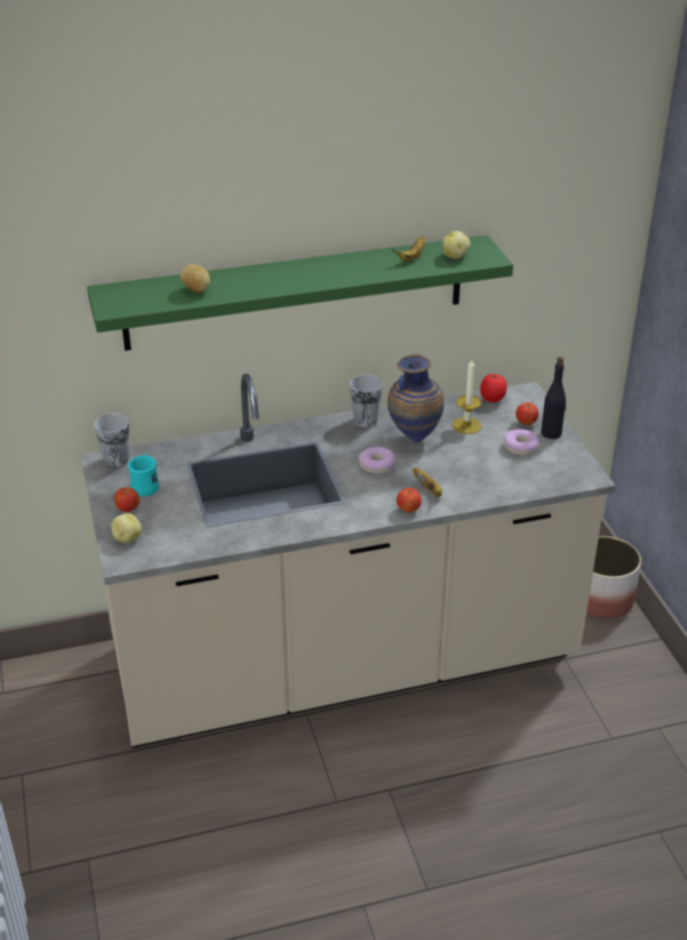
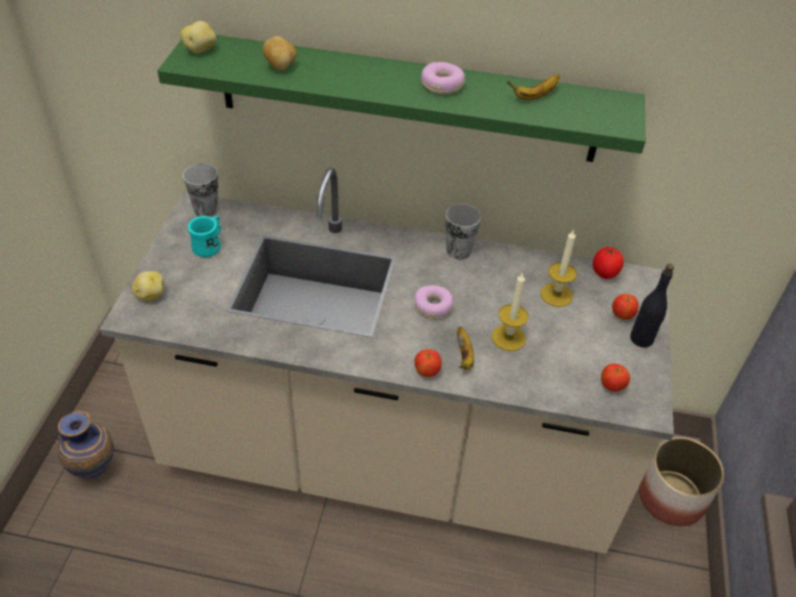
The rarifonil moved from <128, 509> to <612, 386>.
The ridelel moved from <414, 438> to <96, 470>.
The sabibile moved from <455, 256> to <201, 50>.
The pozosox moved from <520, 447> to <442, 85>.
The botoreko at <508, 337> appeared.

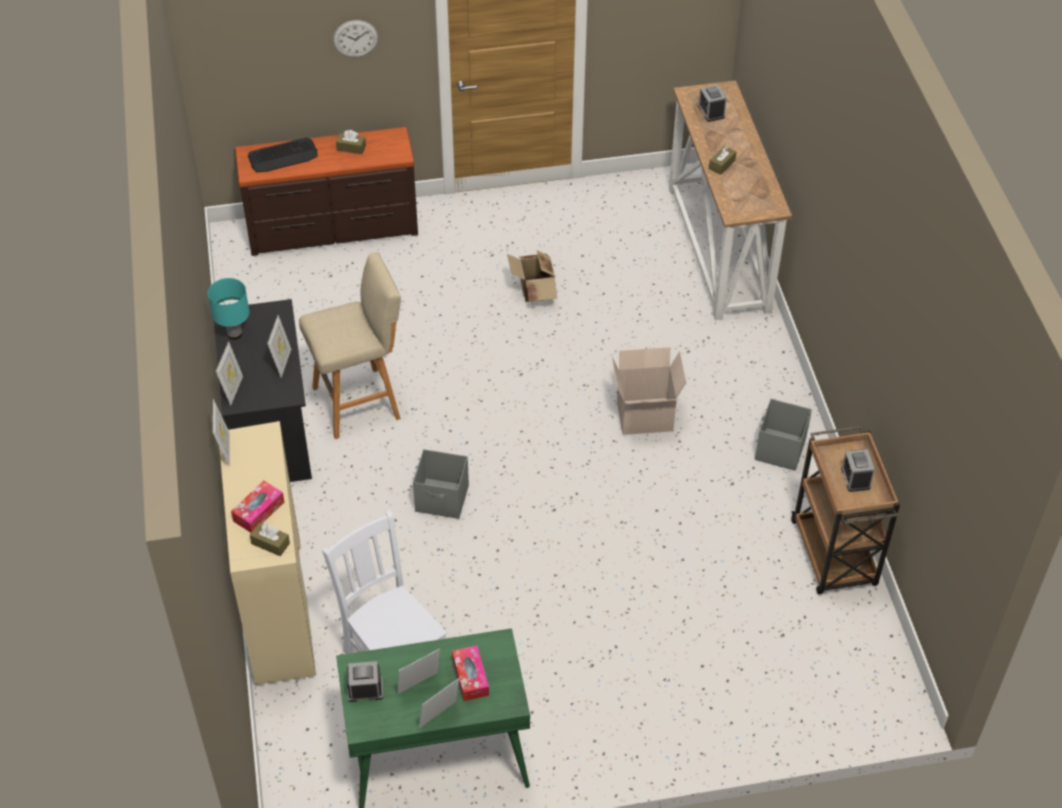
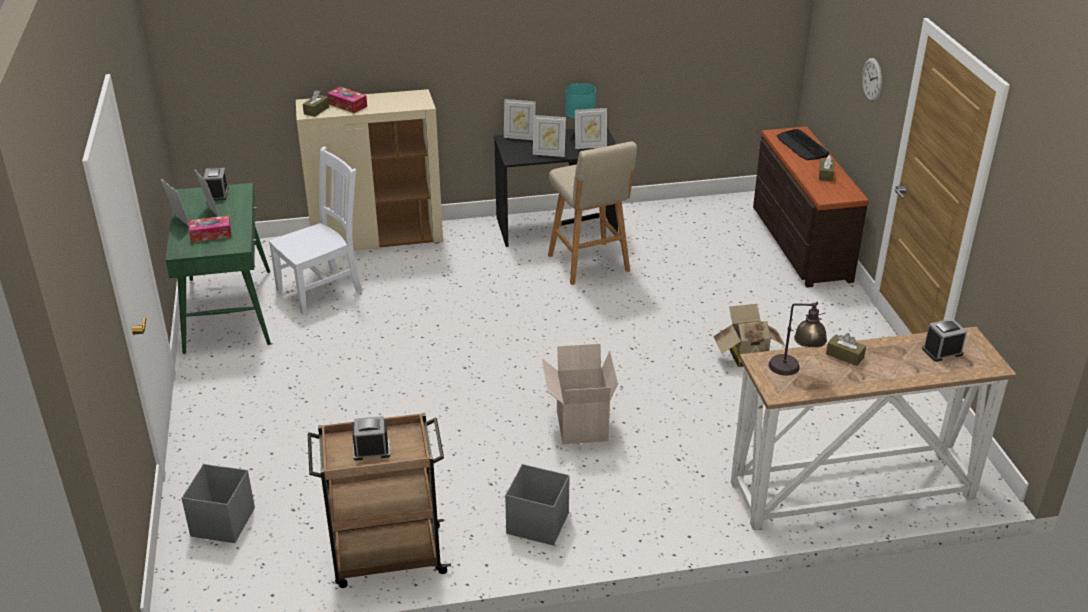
The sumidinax moved from <225, 450> to <590, 146>.
The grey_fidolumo moved from <442, 499> to <222, 523>.
The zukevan at <794, 371> appeared.

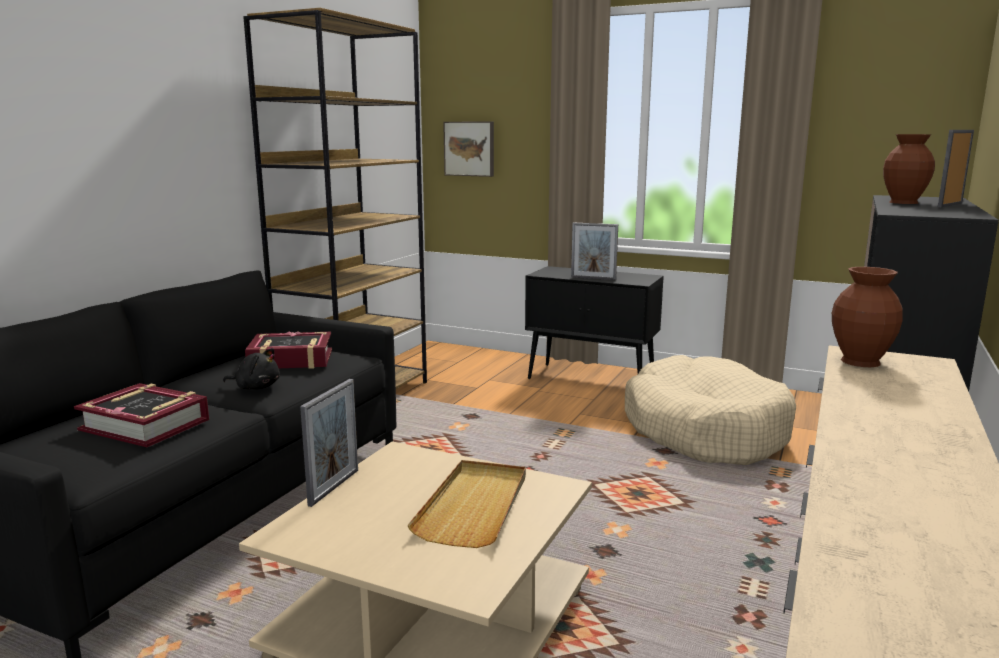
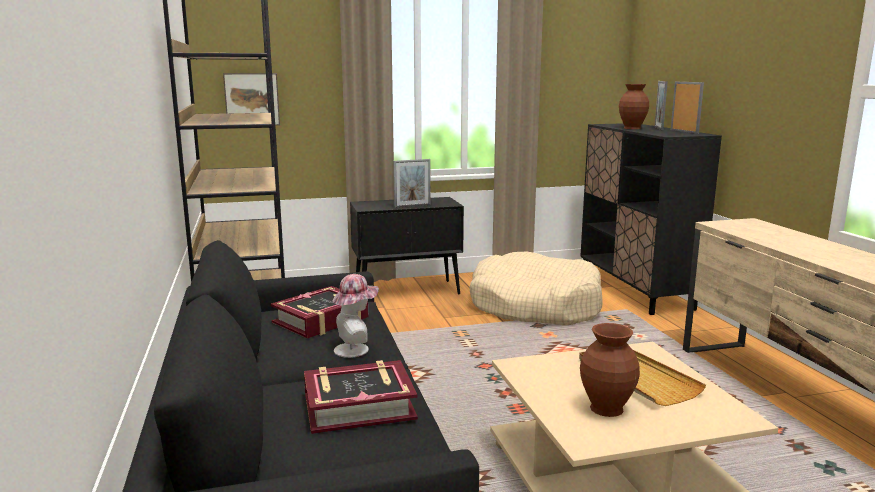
The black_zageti at <256, 387> was replaced by the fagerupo at <356, 349>.
The sumidinax moved from <334, 487> to <684, 131>.
The brown_ridelel moved from <859, 361> to <605, 408>.

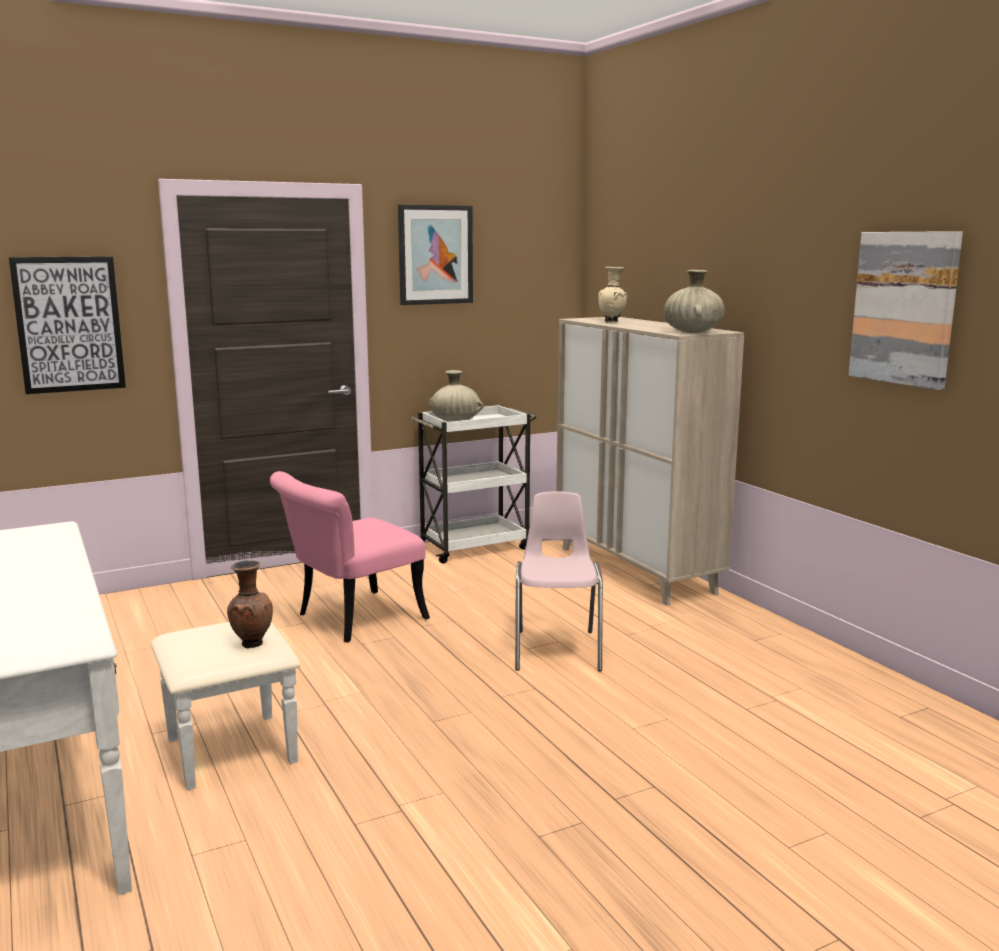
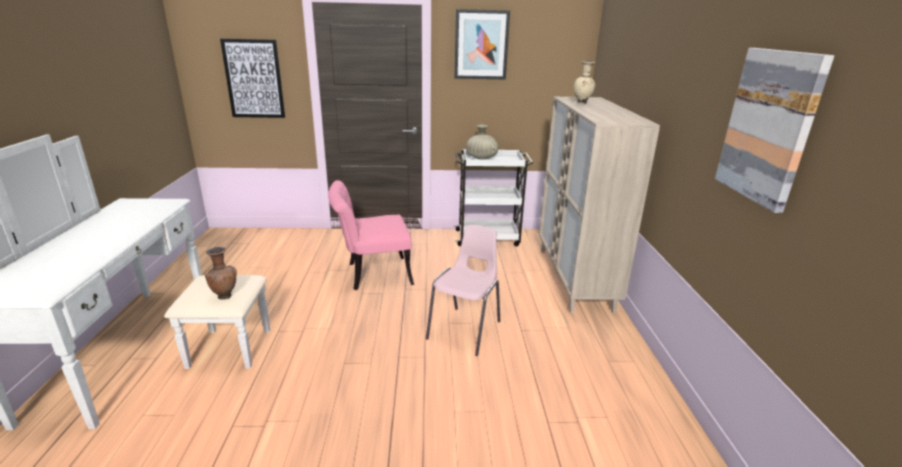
The beige_ridelel at <693, 332> disappeared.

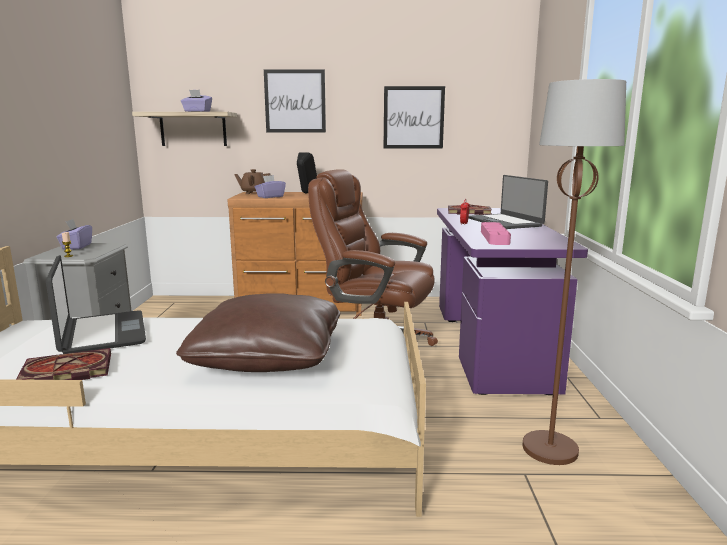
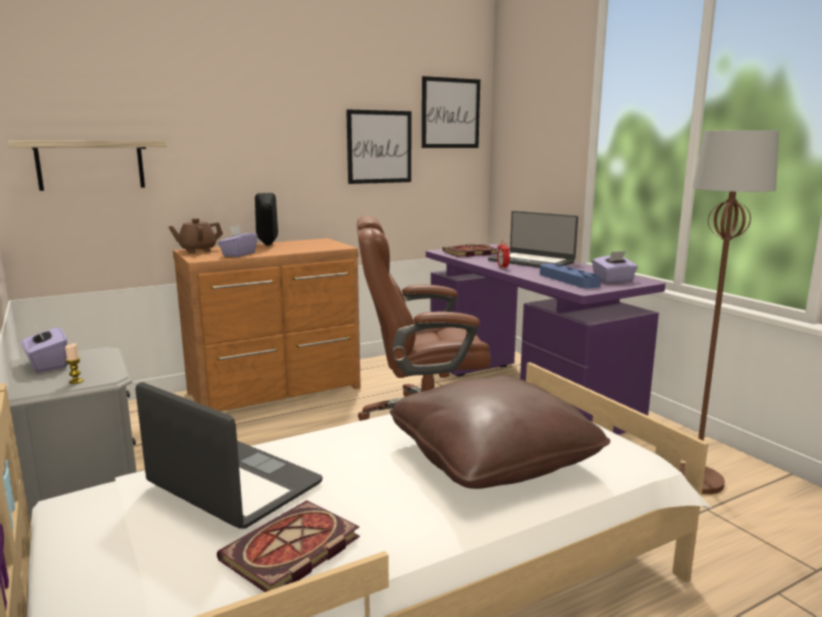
The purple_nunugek moved from <197, 111> to <613, 280>.
The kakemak moved from <295, 101> to <450, 113>.
The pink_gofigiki at <494, 237> became the blue_gofigiki at <568, 280>.

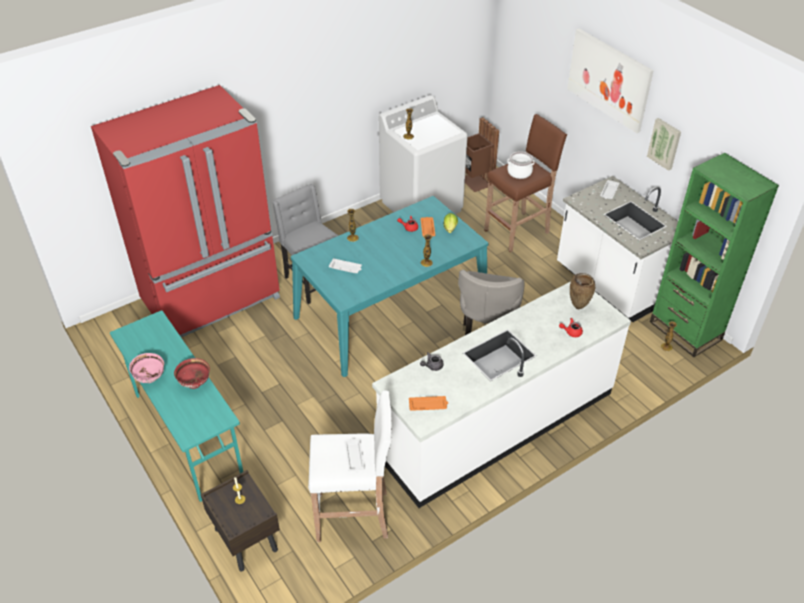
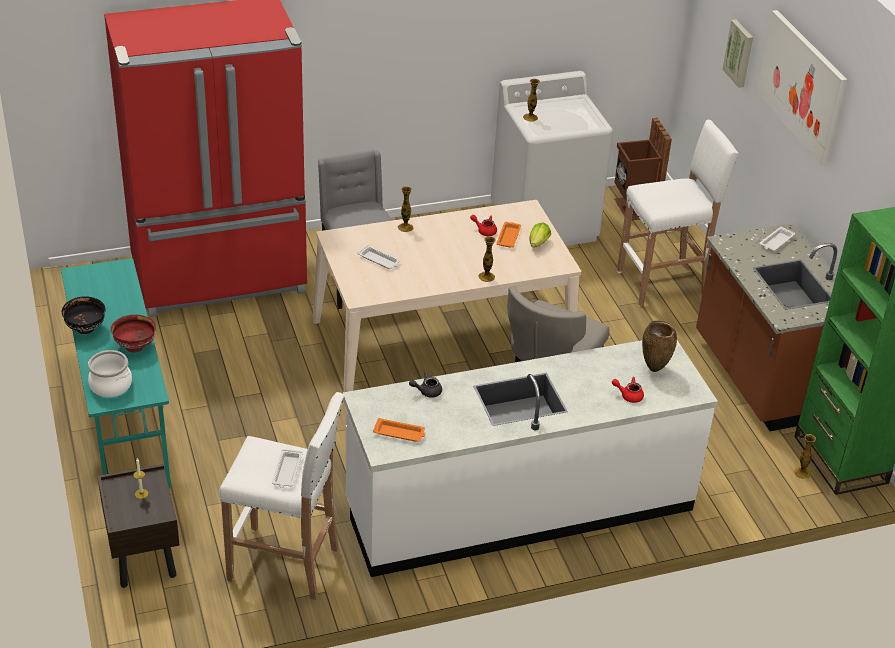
The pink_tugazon at <150, 378> became the black_tugazon at <86, 329>.
The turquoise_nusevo at <391, 311> became the beige_nusevo at <442, 341>.
The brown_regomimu at <518, 231> became the white_regomimu at <663, 282>.
The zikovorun moved from <519, 173> to <110, 386>.
The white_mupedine at <610, 285> became the brown_mupedine at <761, 378>.
The kakemak moved from <665, 143> to <740, 53>.

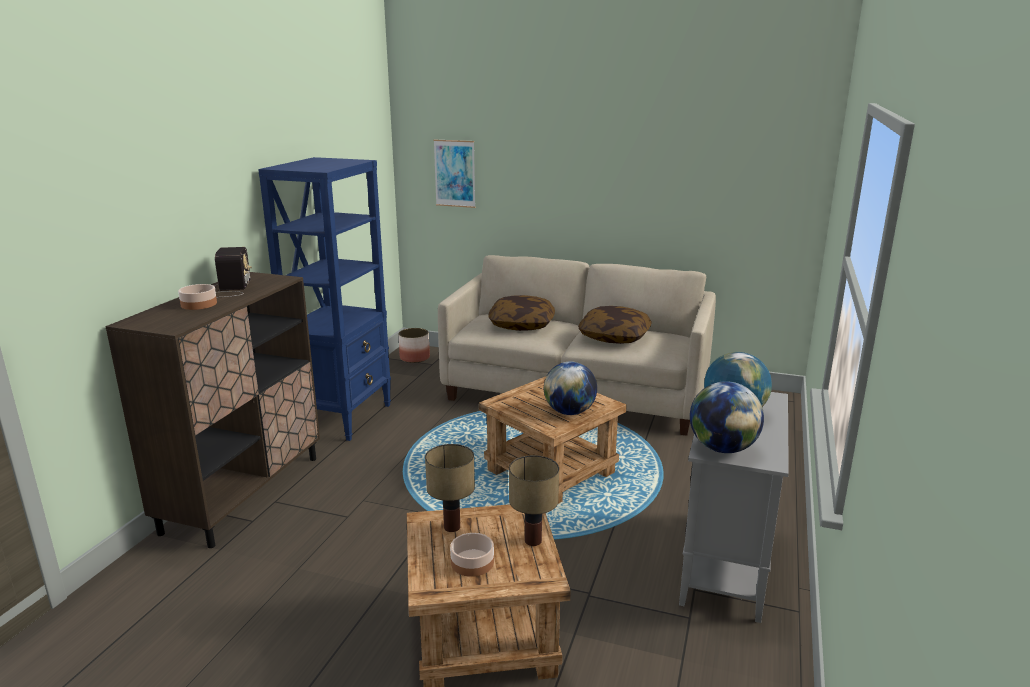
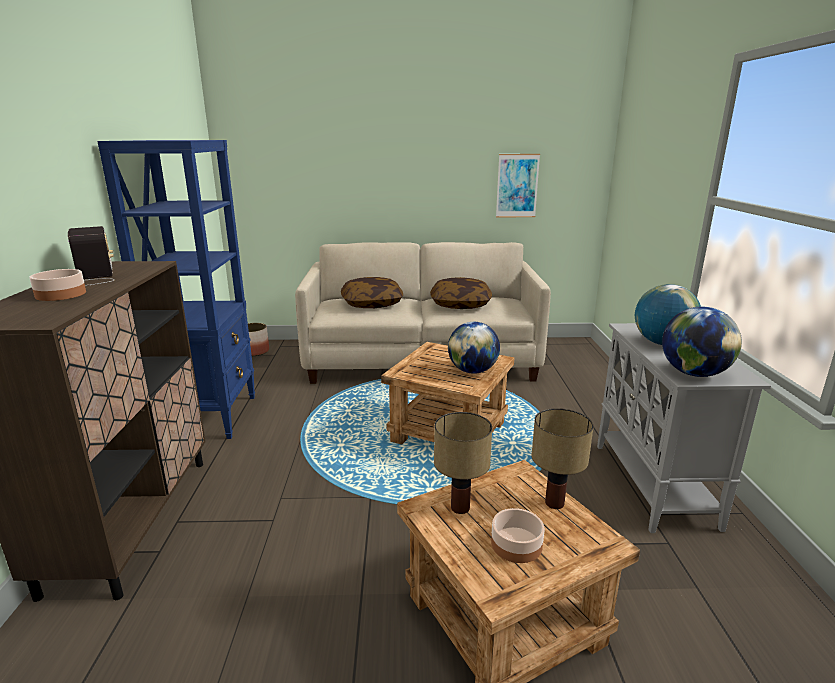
The kakemak moved from <455, 173> to <517, 186>.

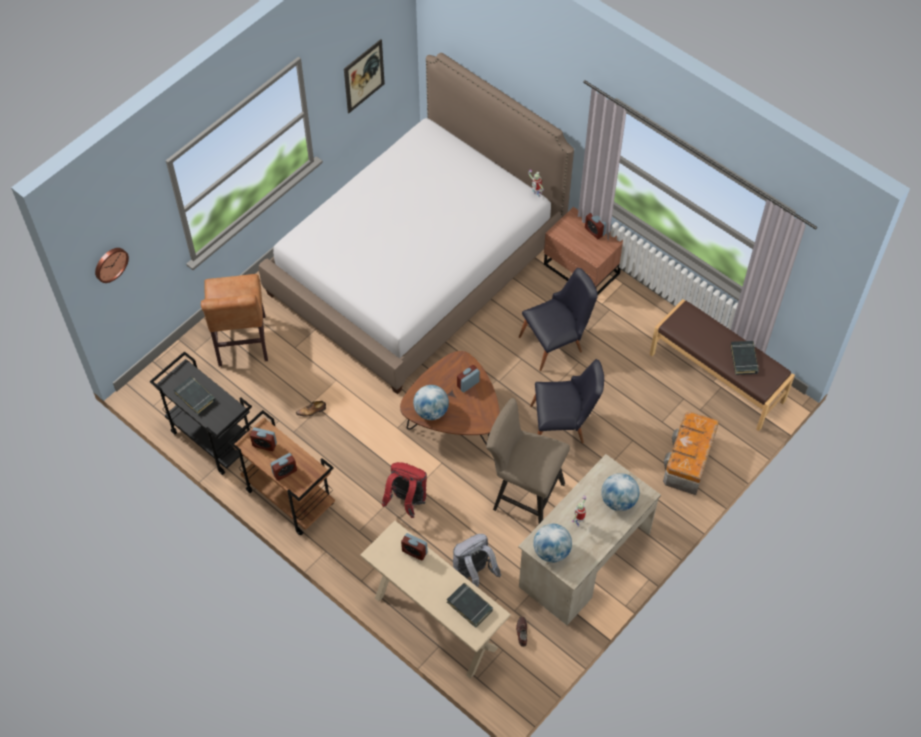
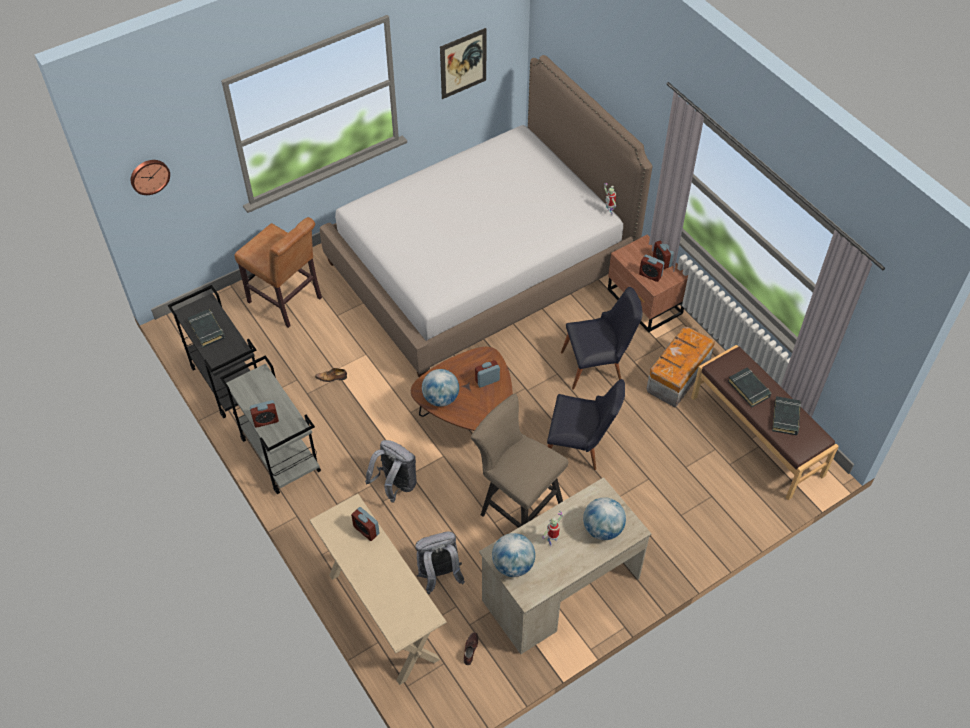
The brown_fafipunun at <241, 344> turned 60 degrees counterclockwise.
The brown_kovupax at <288, 497> became the grey_kovupax at <279, 454>.
The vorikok moved from <264, 444> to <650, 275>.
The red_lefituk at <406, 501> became the grey_lefituk at <395, 485>.
The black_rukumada moved from <470, 606> to <749, 389>.
The fidolumo moved from <688, 461> to <677, 377>.

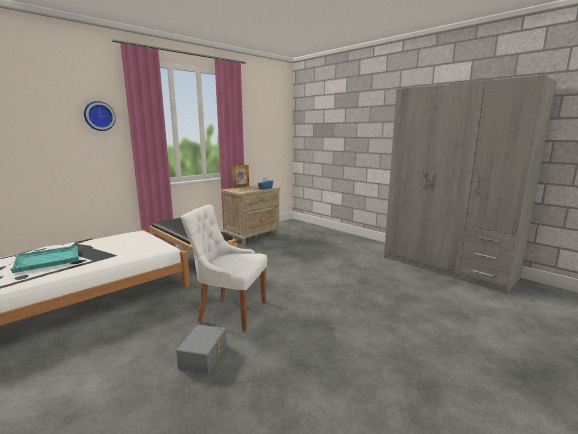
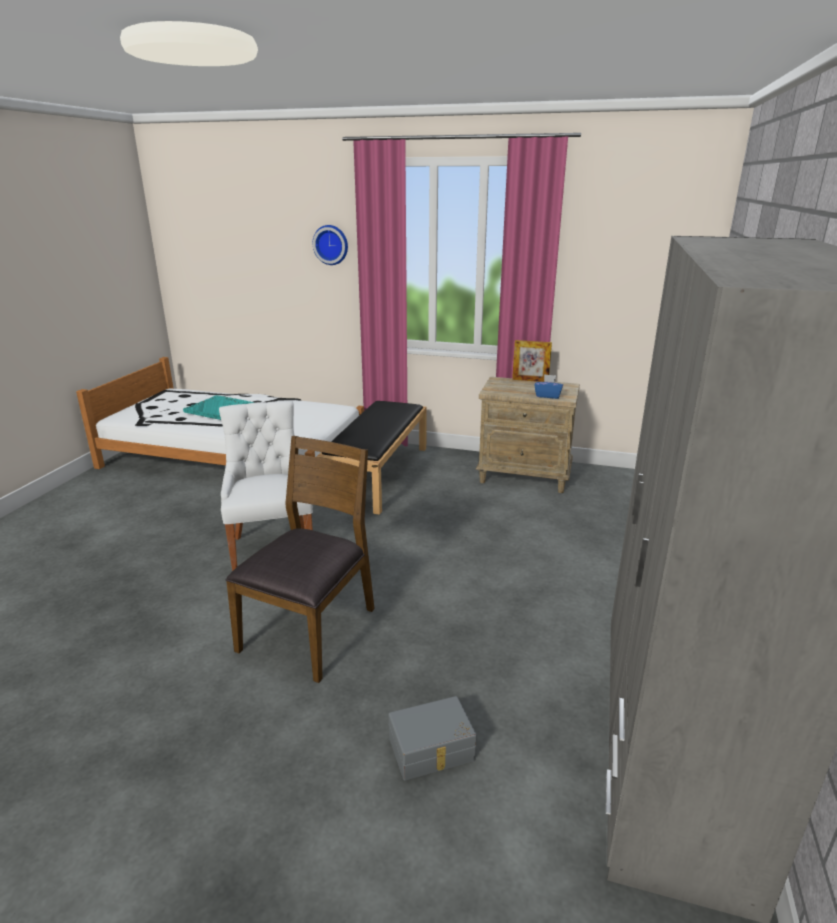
The grey_fidolumo moved from <204, 356> to <432, 750>.
The brown_fafipunun at <310, 629> appeared.

